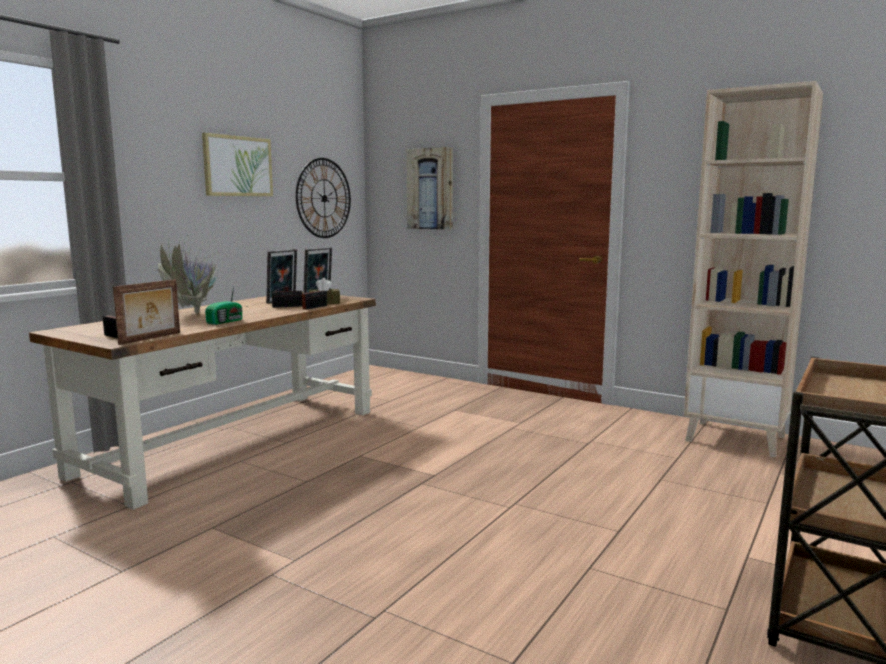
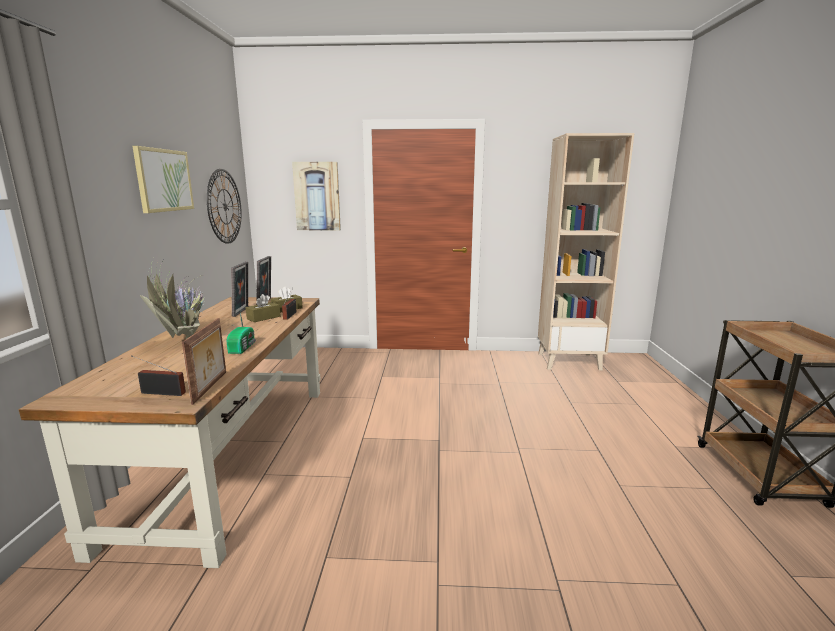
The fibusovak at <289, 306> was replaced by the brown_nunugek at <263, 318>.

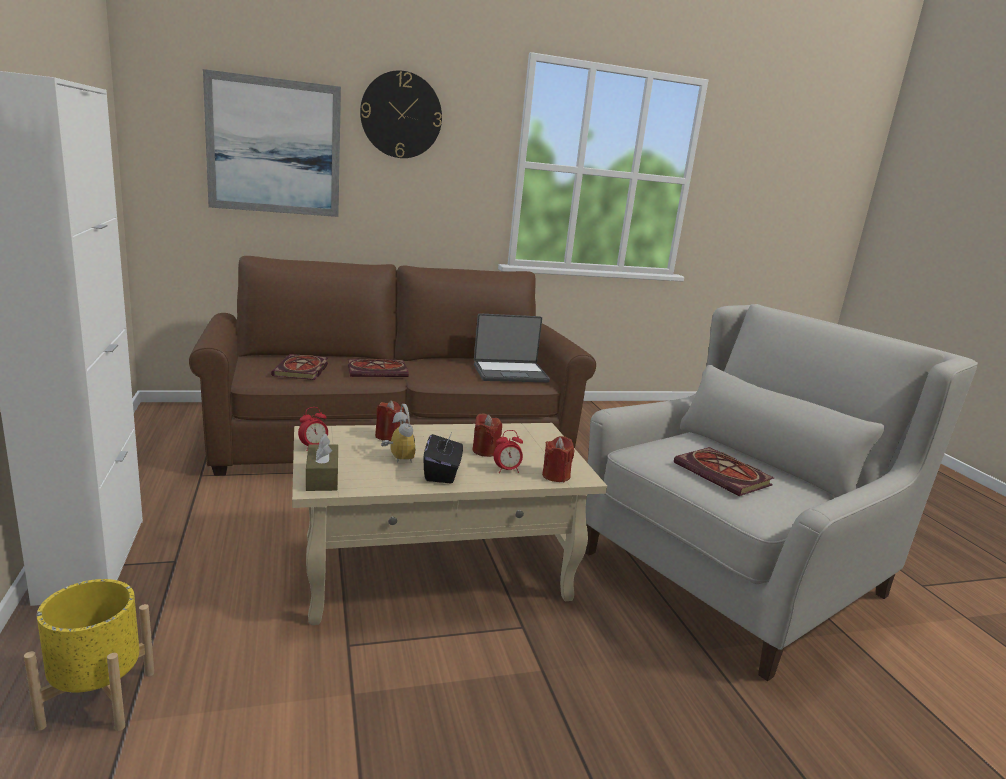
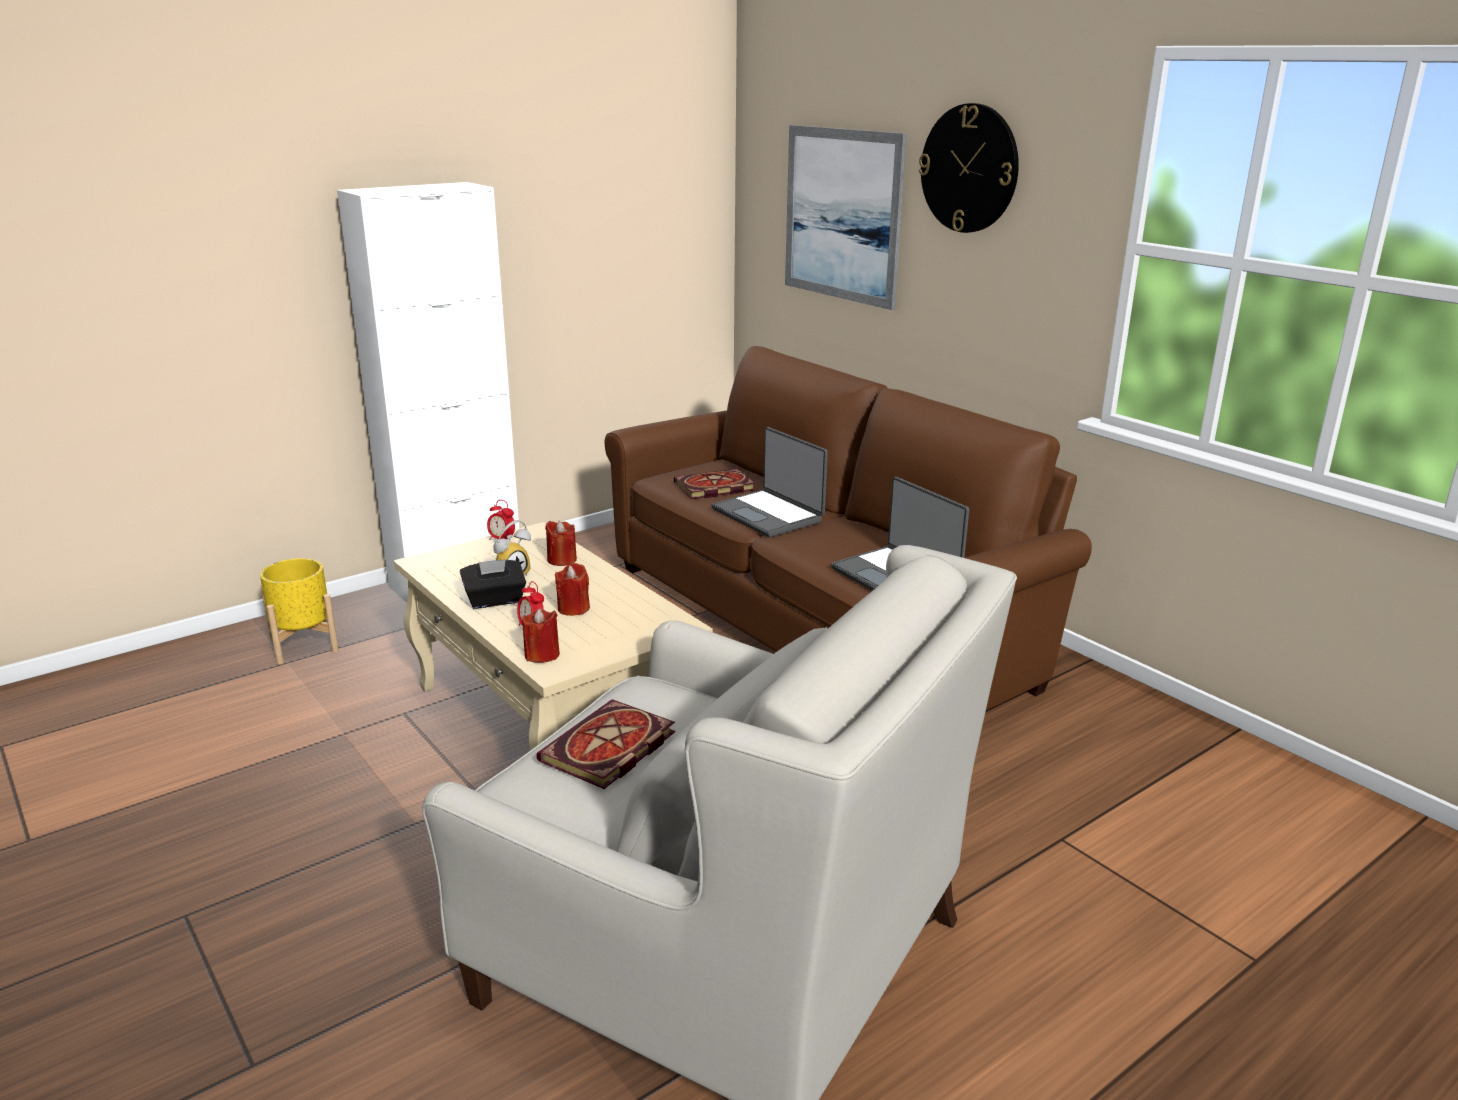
The brown_nunugek at <322, 477> disappeared.
The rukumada at <379, 371> was replaced by the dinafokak at <769, 515>.

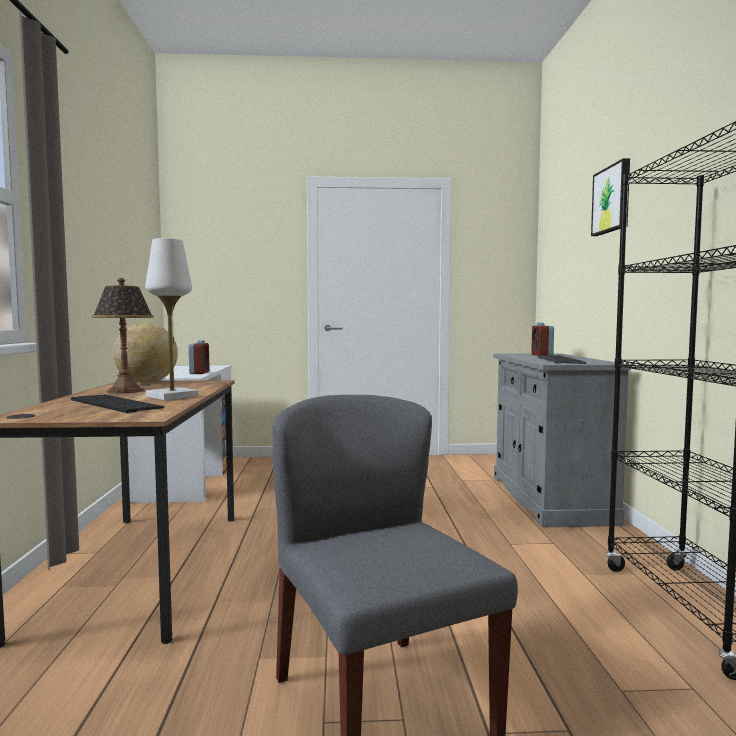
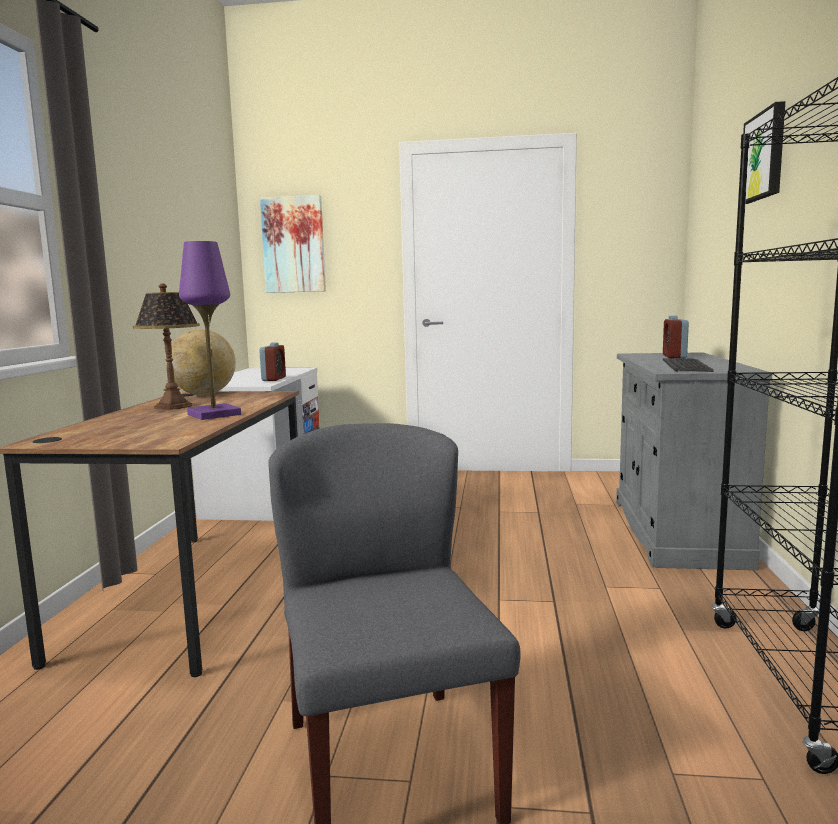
The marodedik at <112, 404> disappeared.
The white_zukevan at <172, 396> became the purple_zukevan at <214, 414>.
The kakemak at <294, 245> appeared.

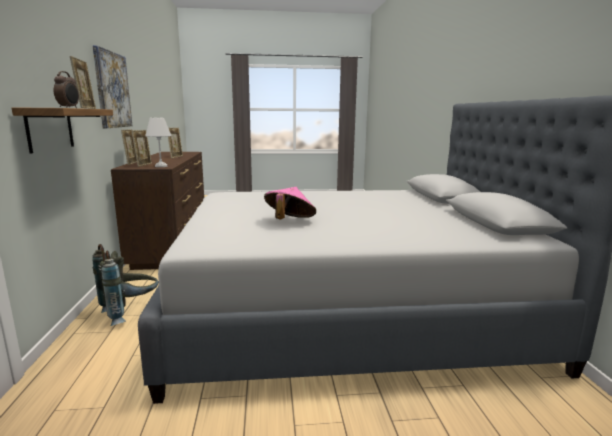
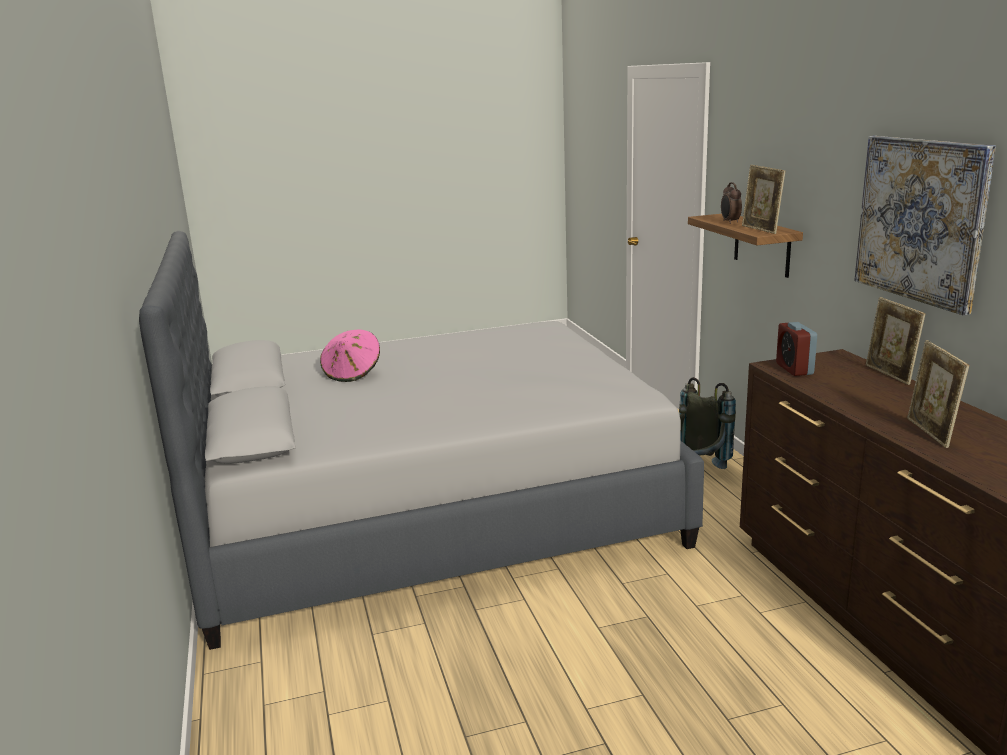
The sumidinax at <143, 165> disappeared.
The white_zukevan at <160, 166> was replaced by the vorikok at <794, 369>.
The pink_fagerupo moved from <289, 221> to <352, 373>.

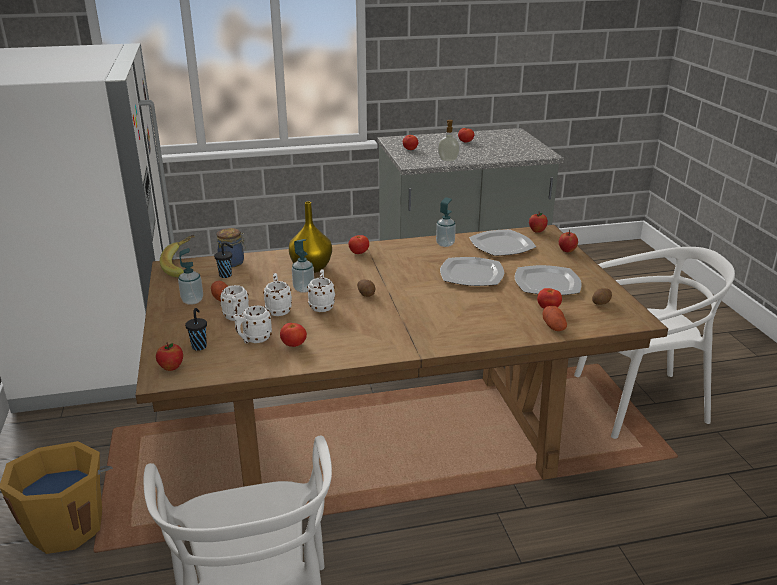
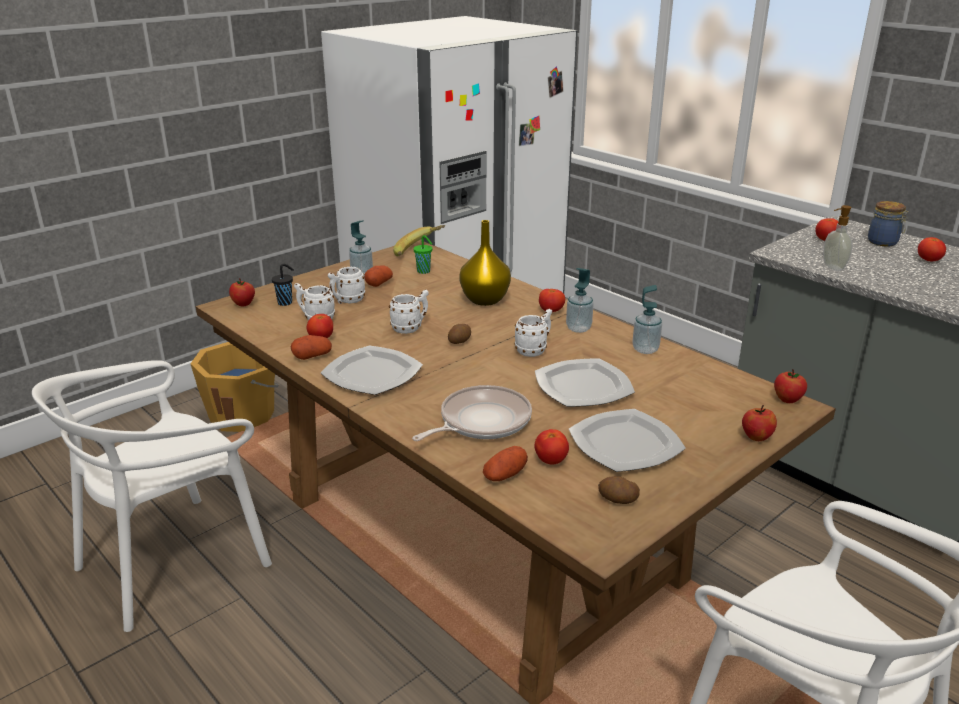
The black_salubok at <226, 275> became the green_salubok at <424, 271>.
The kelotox moved from <233, 263> to <883, 242>.
The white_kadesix moved from <278, 309> to <534, 350>.
The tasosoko moved from <303, 289> to <578, 328>.
The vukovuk moved from <501, 245> to <372, 373>.
The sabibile at <312, 356> appeared.
The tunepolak at <481, 421> appeared.

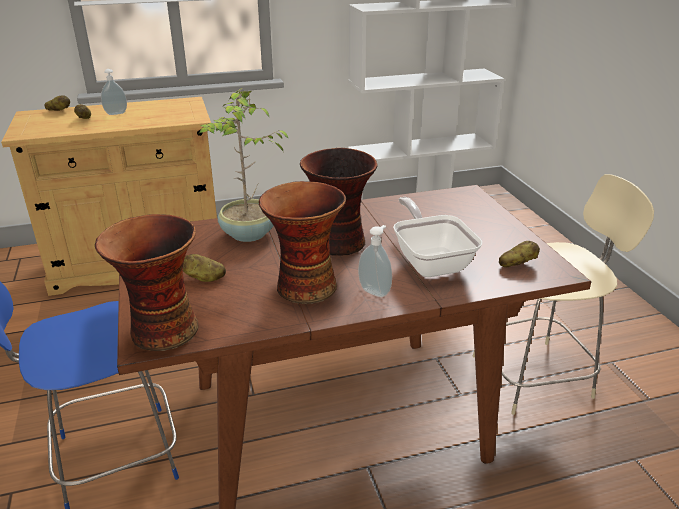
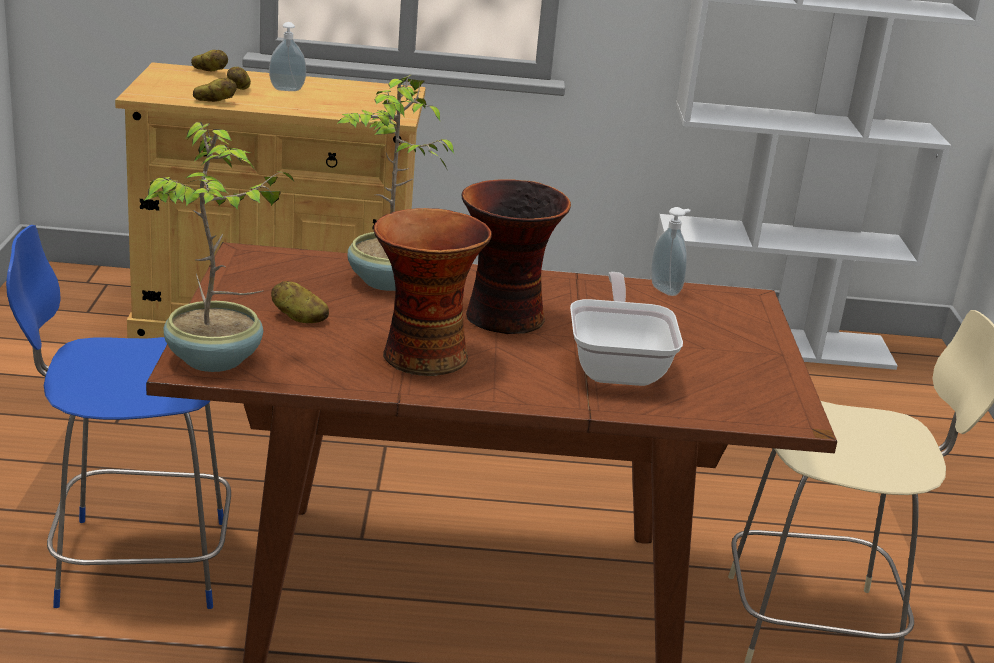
The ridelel at <162, 331> was replaced by the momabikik at <215, 360>.
The tasosoko moved from <375, 291> to <666, 290>.
The sabibile moved from <517, 264> to <215, 102>.

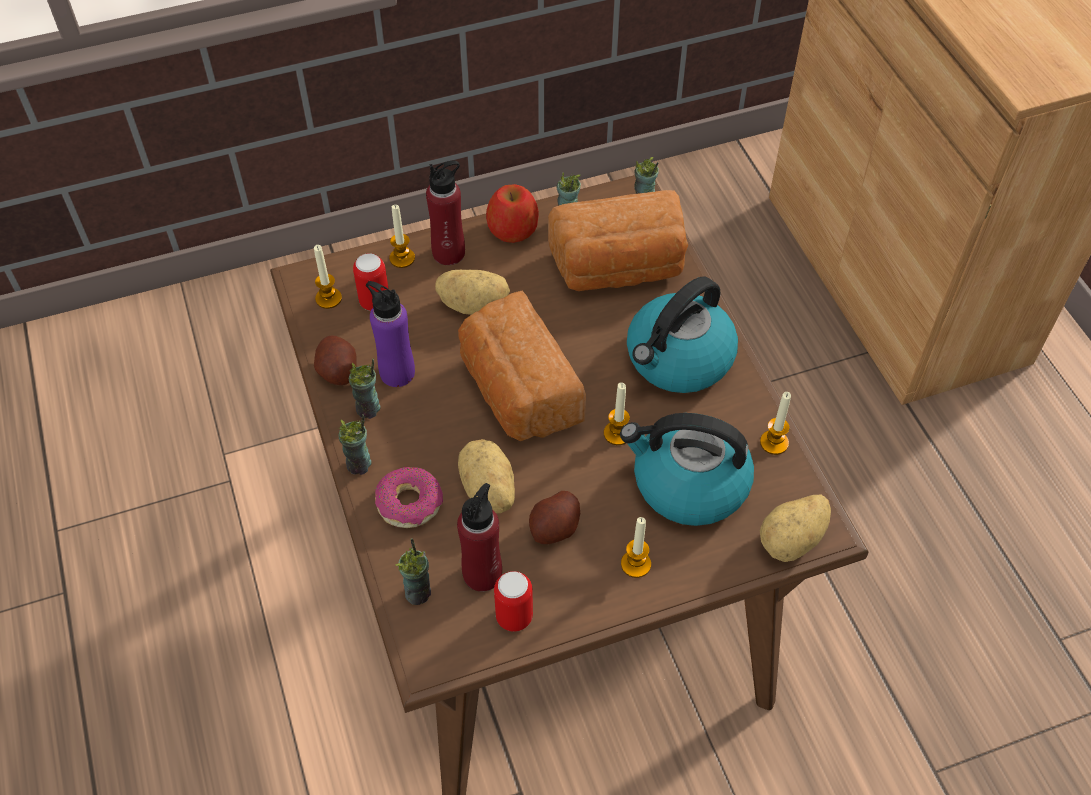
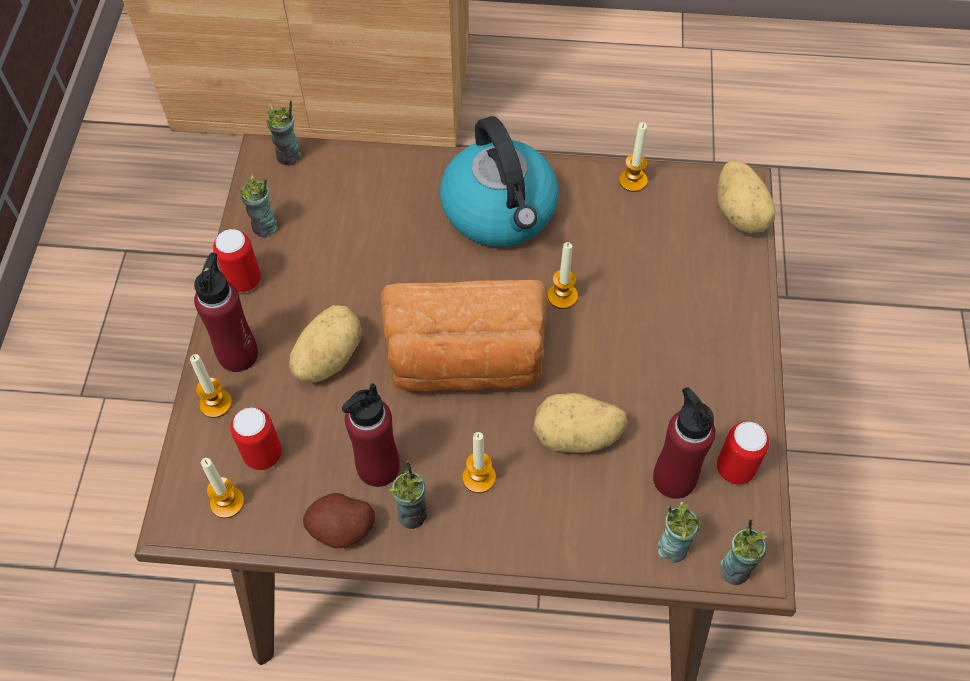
The salubok moved from <359, 465> to <735, 570>.
The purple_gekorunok at <397, 373> became the red_gekorunok at <378, 467>.
The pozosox at <409, 503> disappeared.
The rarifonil at <513, 228> was replaced by the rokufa at <243, 280>.
The sabibile at <555, 528> disappeared.
The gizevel at <619, 268> disappeared.
The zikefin at <688, 484> disappeared.
The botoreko moved from <635, 564> to <479, 477>.

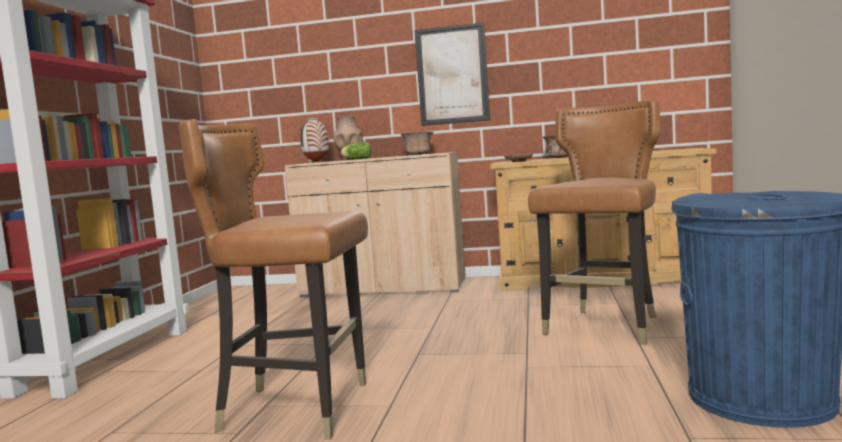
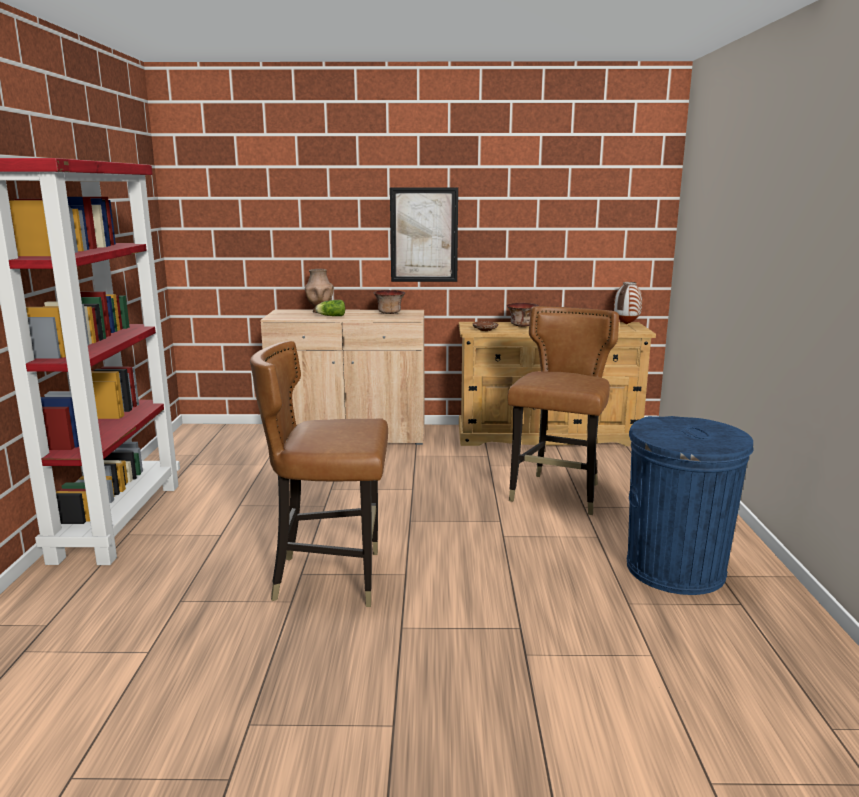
The ridelel moved from <316, 162> to <626, 324>.

